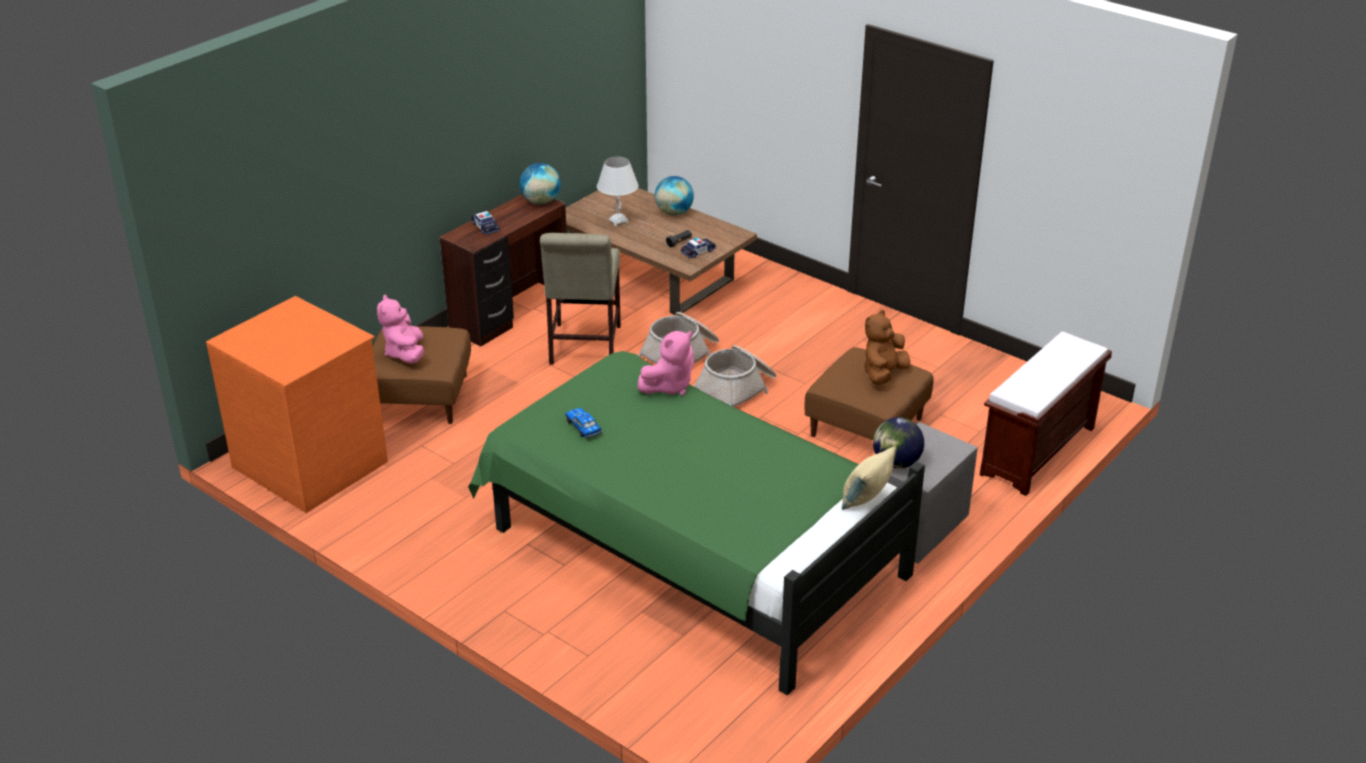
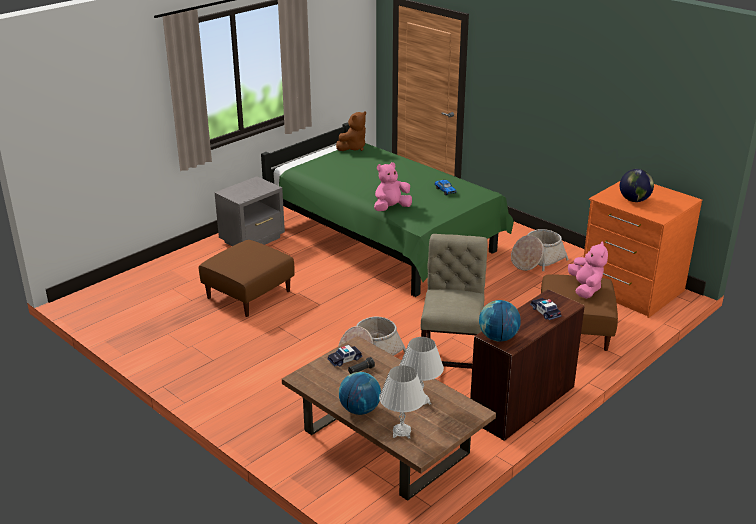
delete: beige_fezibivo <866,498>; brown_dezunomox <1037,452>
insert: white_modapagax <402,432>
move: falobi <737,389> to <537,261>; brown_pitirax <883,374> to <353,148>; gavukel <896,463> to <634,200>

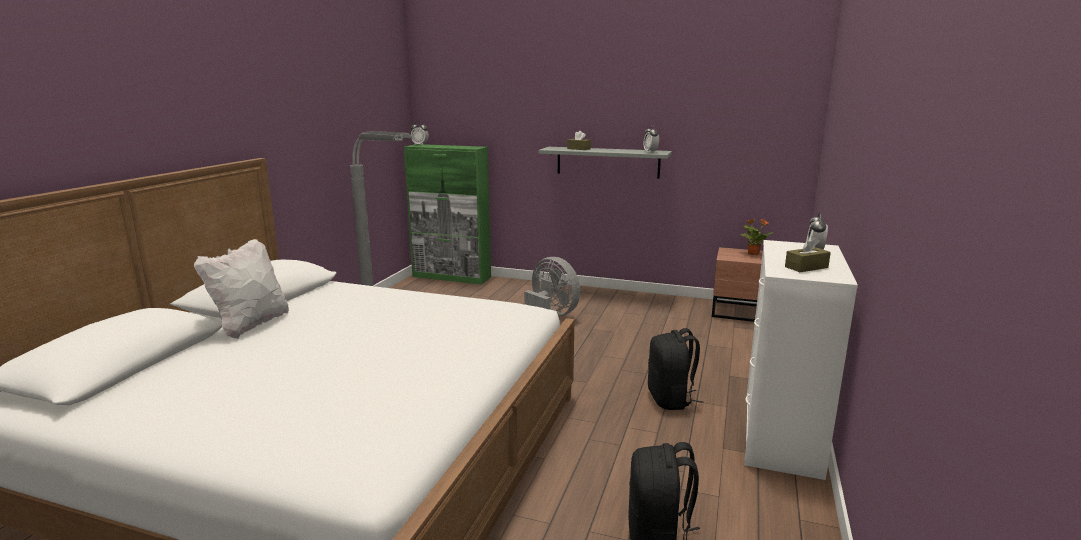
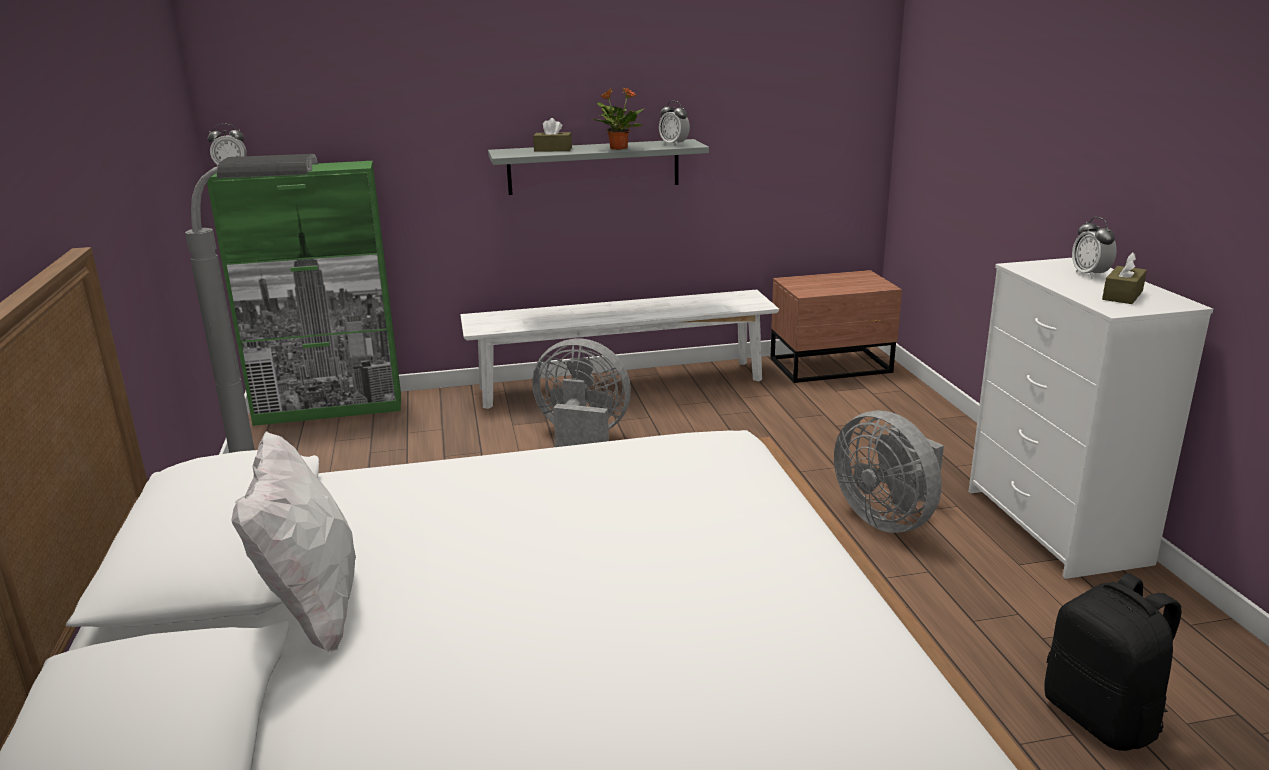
insert: white_dezunomox <621,384>
move: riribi <753,253> to <618,148>
replace: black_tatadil <671,399> to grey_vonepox <888,519>

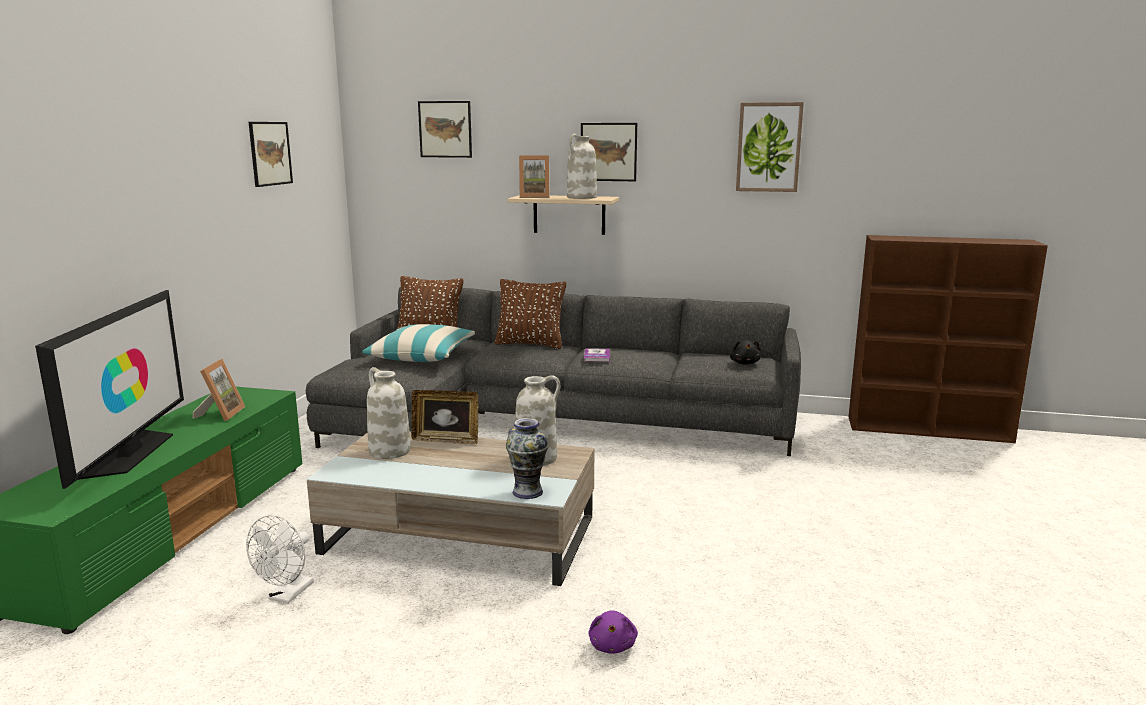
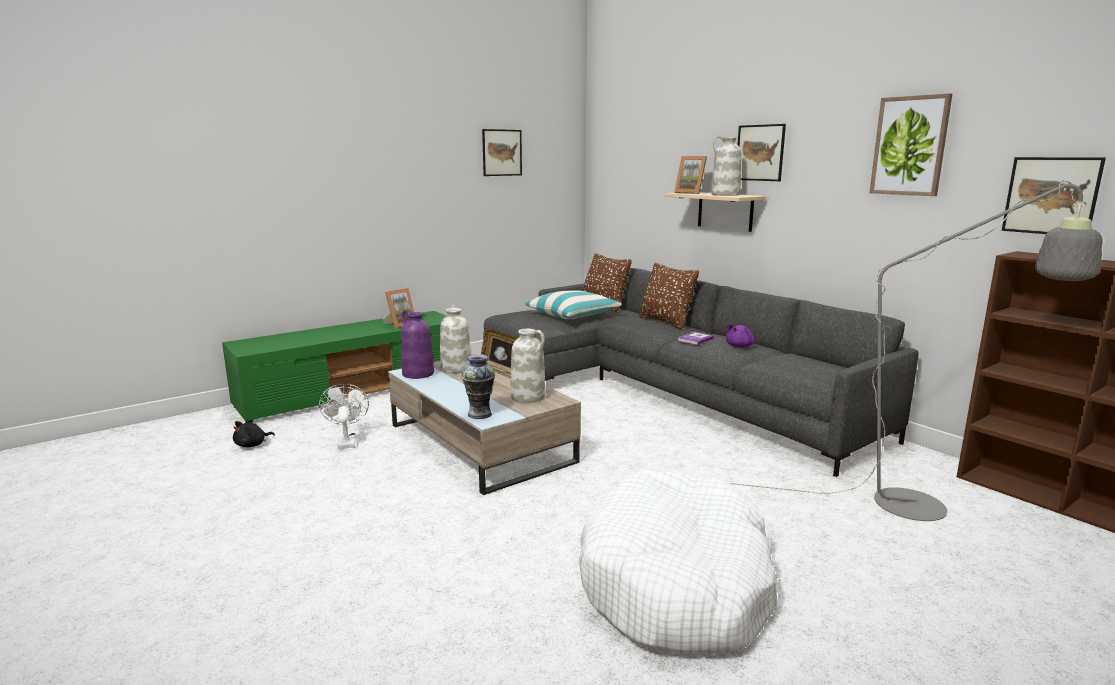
delete: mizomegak <130,453>
insert: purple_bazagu <417,374>; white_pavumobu <677,582>; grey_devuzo <929,506>
move: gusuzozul <445,129> to <1051,196>; purple_pitirax <613,645> to <740,346>; black_pitirax <745,363> to <252,445>
rotate: white_vonepox <287,595> = <346,441> 105 degrees clockwise

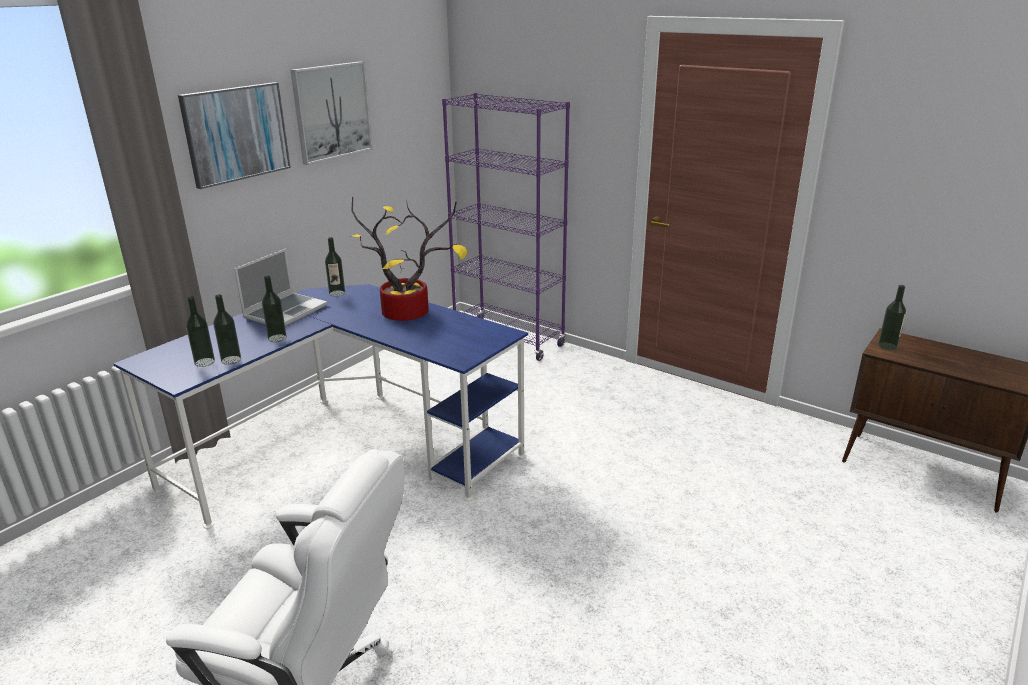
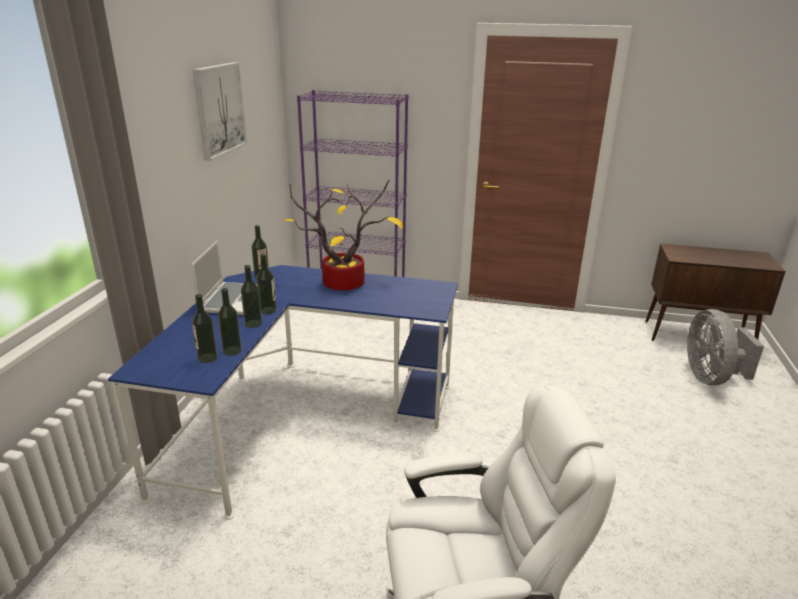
delete: gusuzozul <236,133>
insert: grey_vonepox <710,377>
move: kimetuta <887,346> to <268,310>

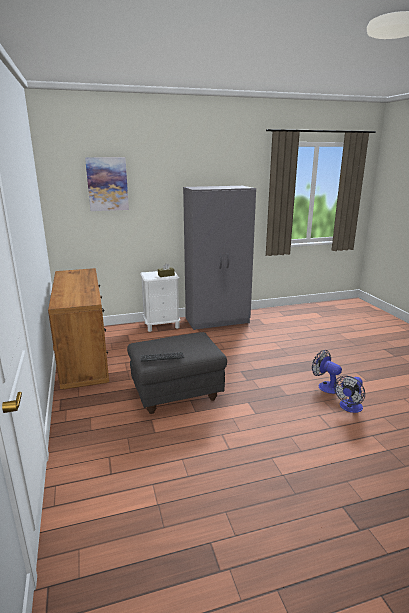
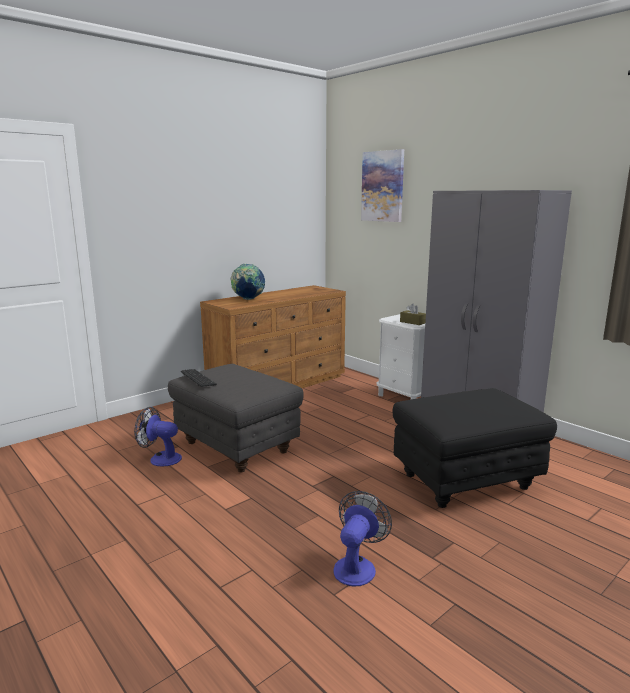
insert: gavukel <248,299>; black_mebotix <465,481>
move: vonepox <349,408> to <160,458>

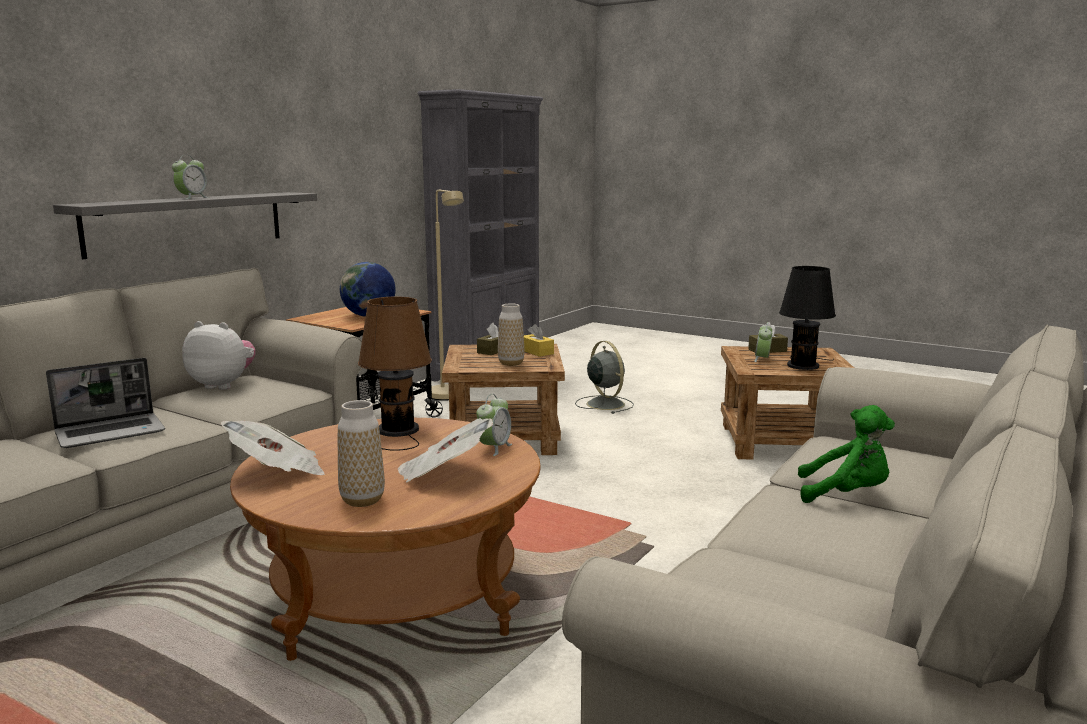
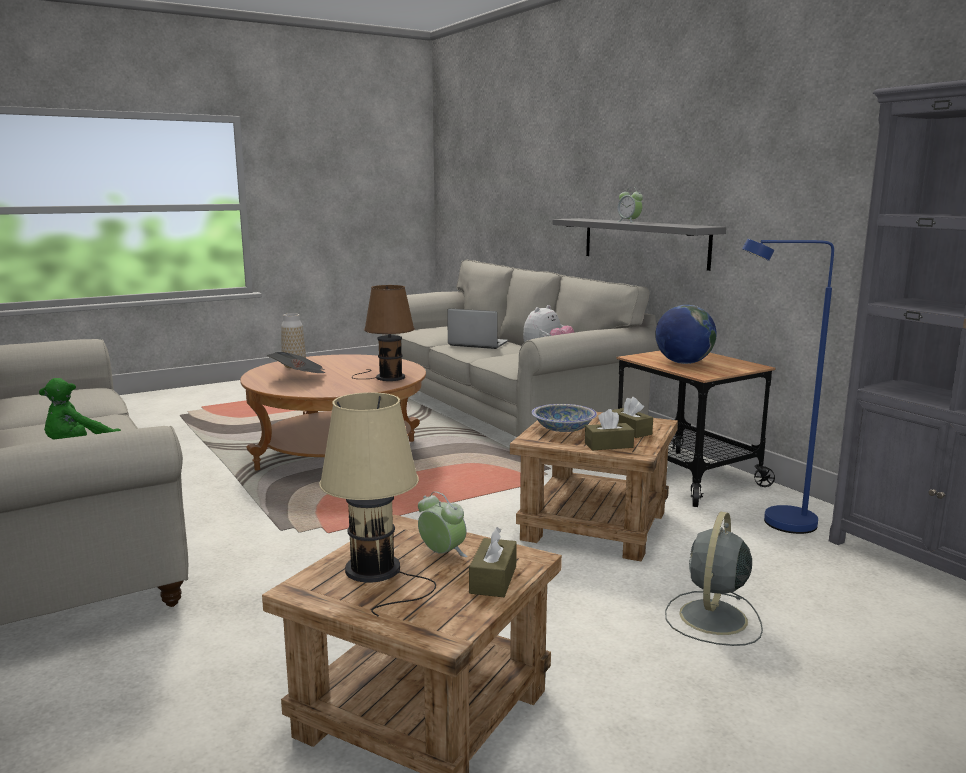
delete: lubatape <278,472>; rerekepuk <494,448>
replace: bazagu <511,363> to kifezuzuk <563,429>
recolor: beige_devuzo <448,398> to blue_devuzo <775,523>; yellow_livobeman <537,352> to brown_livobeman <608,445>; black_modapagax <803,365> to beige_modapagax <376,572>
rotate: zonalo <111,432> = <477,344> 120 degrees clockwise; grey_vonepox <604,404> = <712,619> 120 degrees clockwise

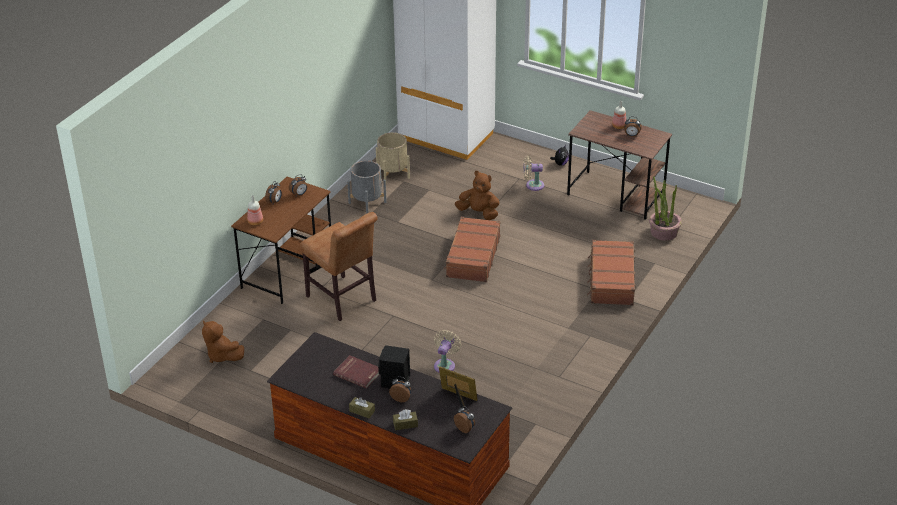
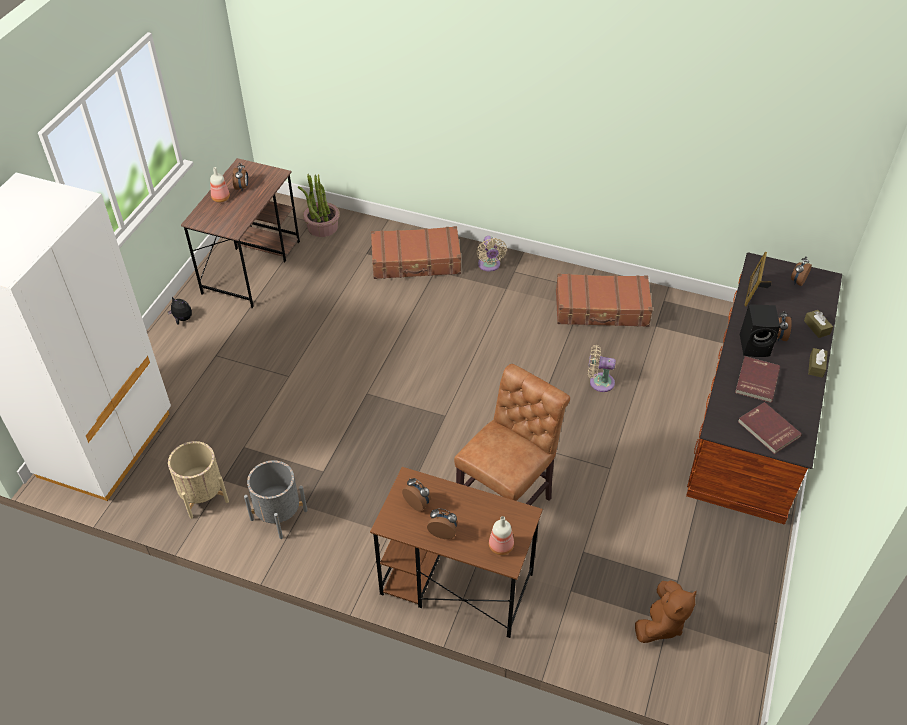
delete: brown_pitirax <479,213>
insert: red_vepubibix <768,429>
move: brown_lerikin <472,257> to <602,309>; beige_vonepox <532,185> to <489,265>

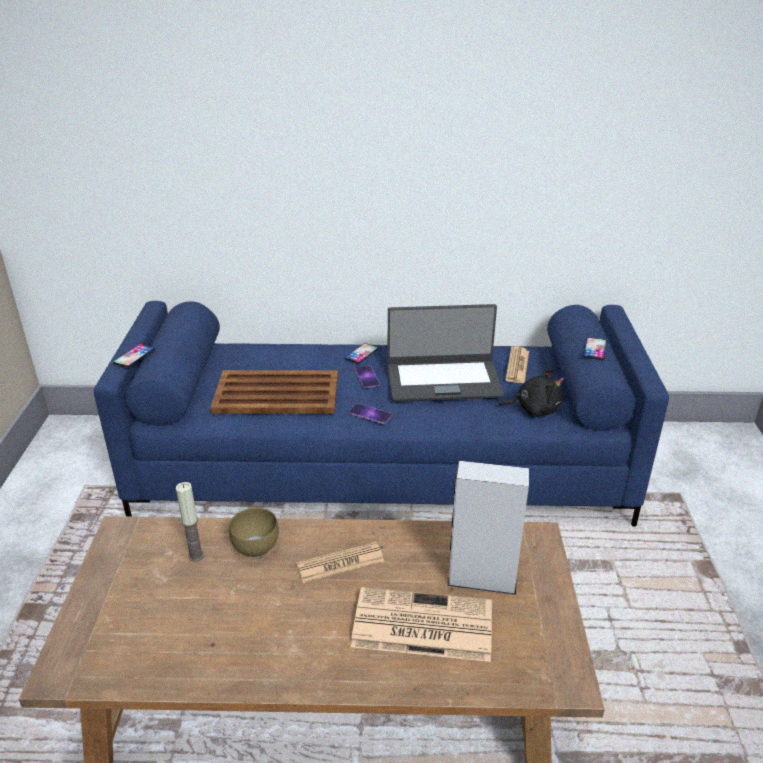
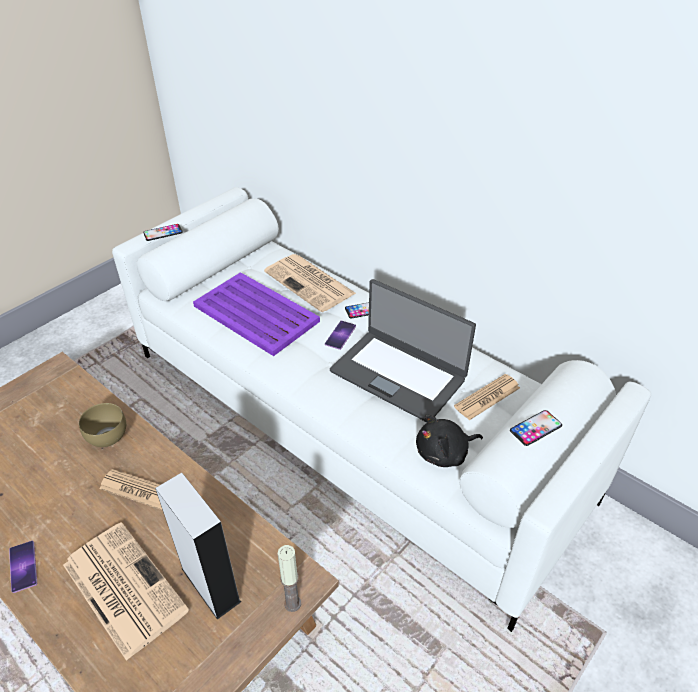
insert: lubatape <311,283>
move: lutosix <196,556> to <292,603>; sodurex <370,414> to <23,566>
recolor: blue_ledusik <383,469> to white_ledusik <351,423>; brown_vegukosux <278,394> to purple_vegukosux <256,314>
rotate: black_pitirax <534,409> = <444,453> 120 degrees clockwise

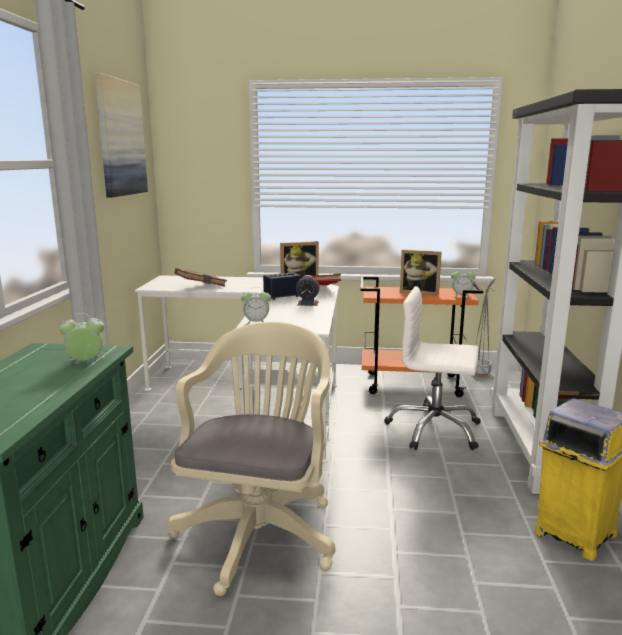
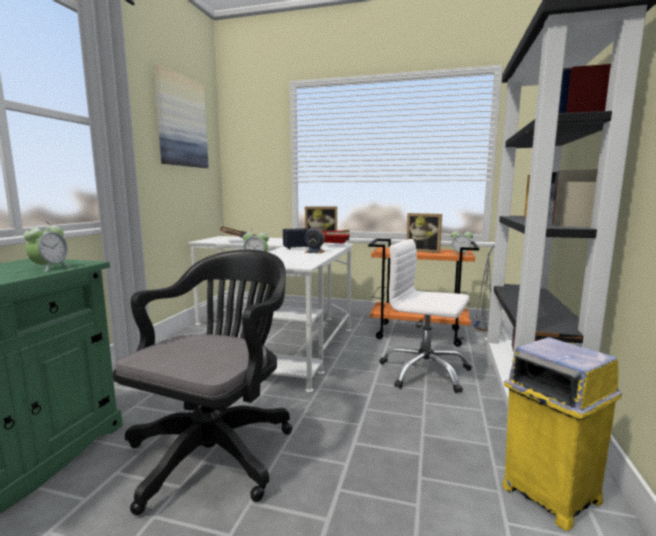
recolor: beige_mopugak <260,530> to black_mopugak <216,449>
rotate: rerekepuk <86,361> = <50,268> 105 degrees clockwise

